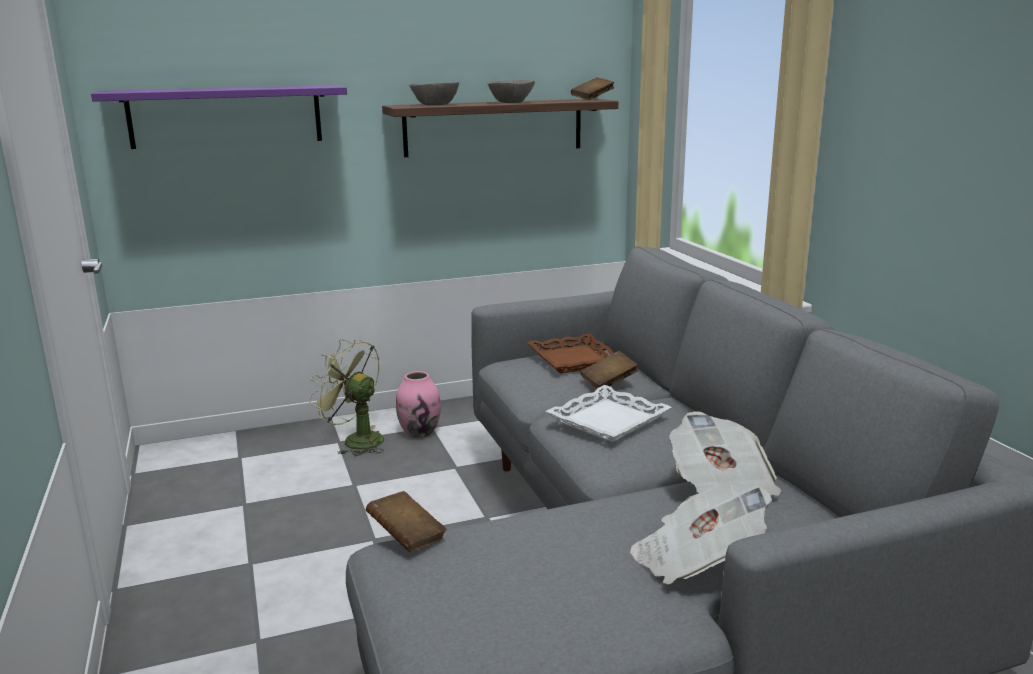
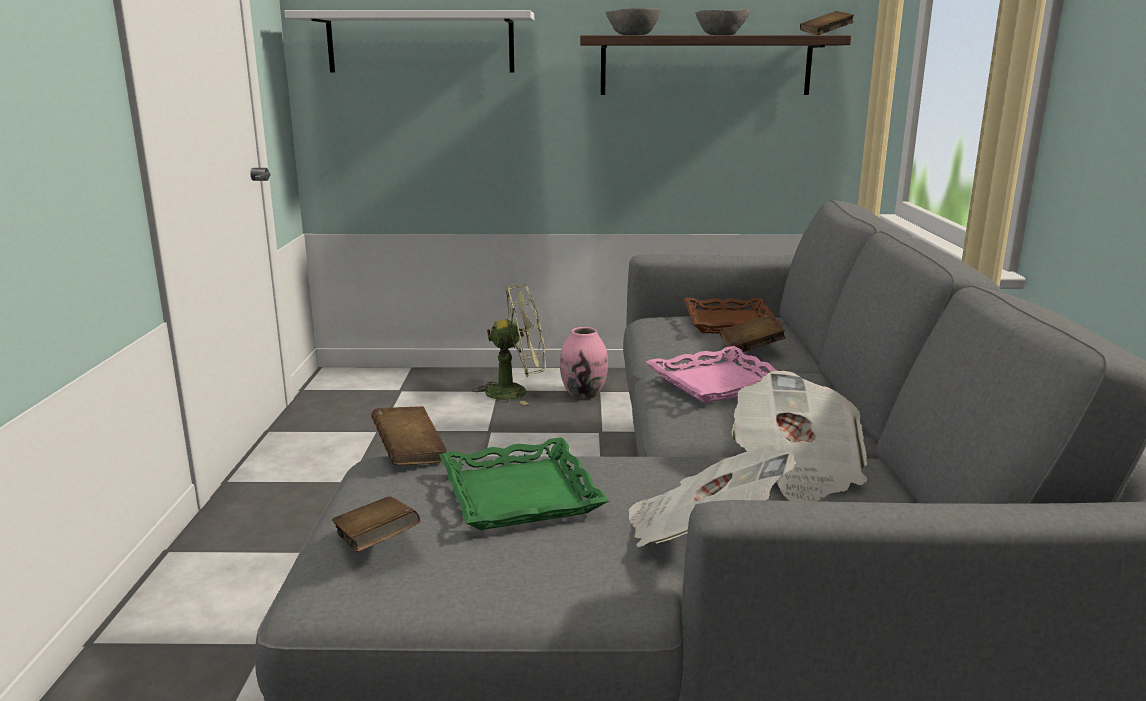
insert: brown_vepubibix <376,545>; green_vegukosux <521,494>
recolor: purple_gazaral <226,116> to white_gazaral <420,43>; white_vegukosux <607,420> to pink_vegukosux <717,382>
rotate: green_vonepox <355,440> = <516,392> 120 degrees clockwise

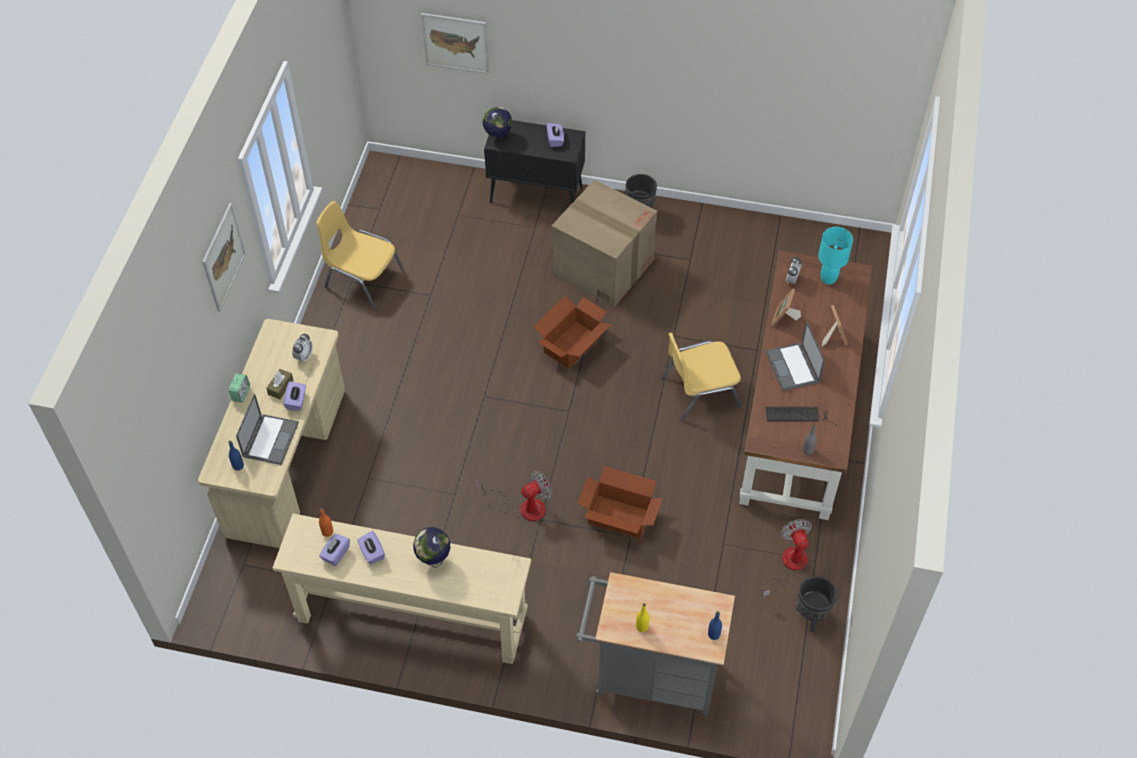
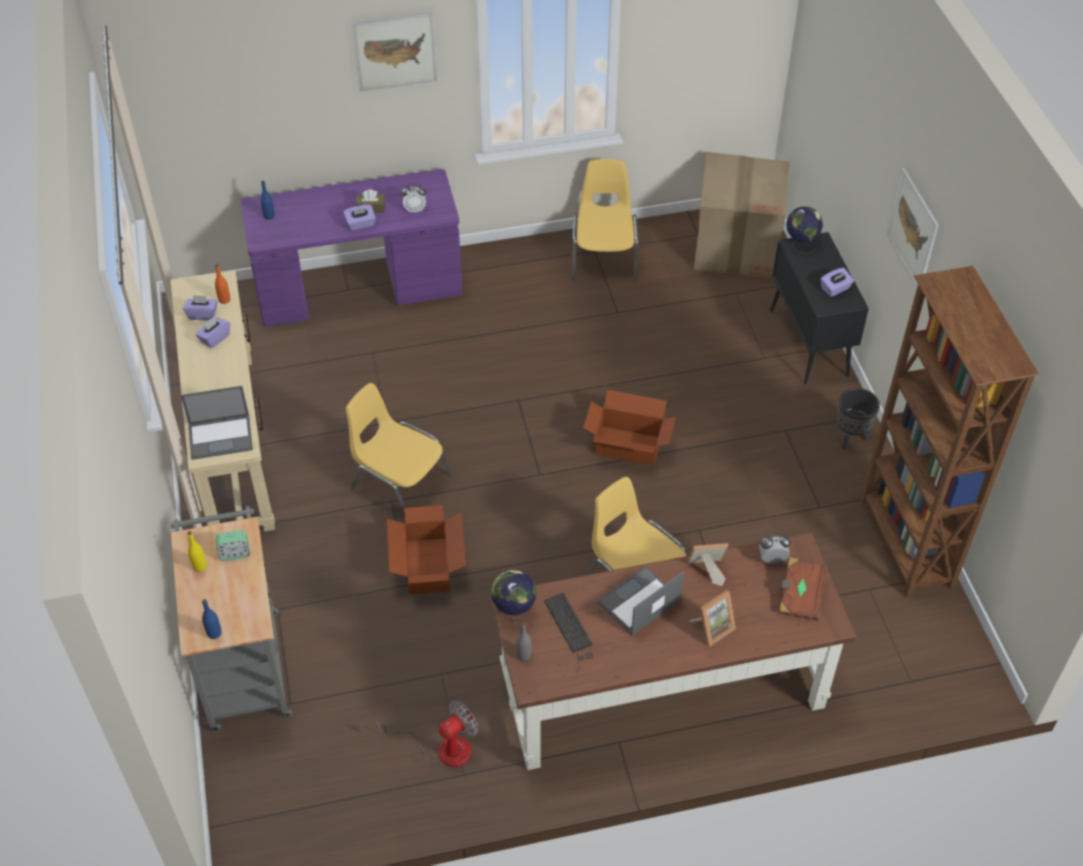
delete: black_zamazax <811,617>
insert: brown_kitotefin <905,544>
move: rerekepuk <241,394> to <235,553>; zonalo <270,439> to <221,436>; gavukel <434,559> to <514,612>; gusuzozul <455,43> to <912,229>; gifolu <602,267> to <737,245>
replace: vonepox <523,507> to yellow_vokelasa <399,481>; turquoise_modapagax <828,279> to brown_vepubibix <799,596>
recolor: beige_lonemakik <286,462> to purple_lonemakik <359,290>

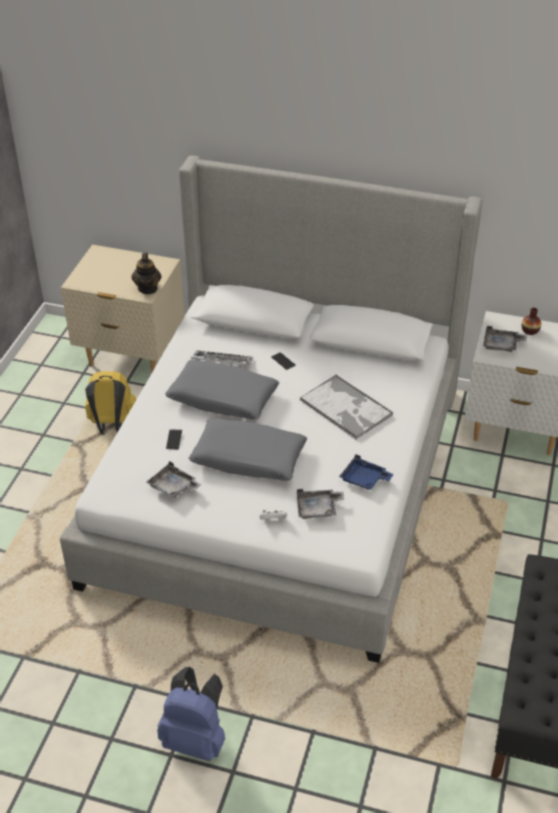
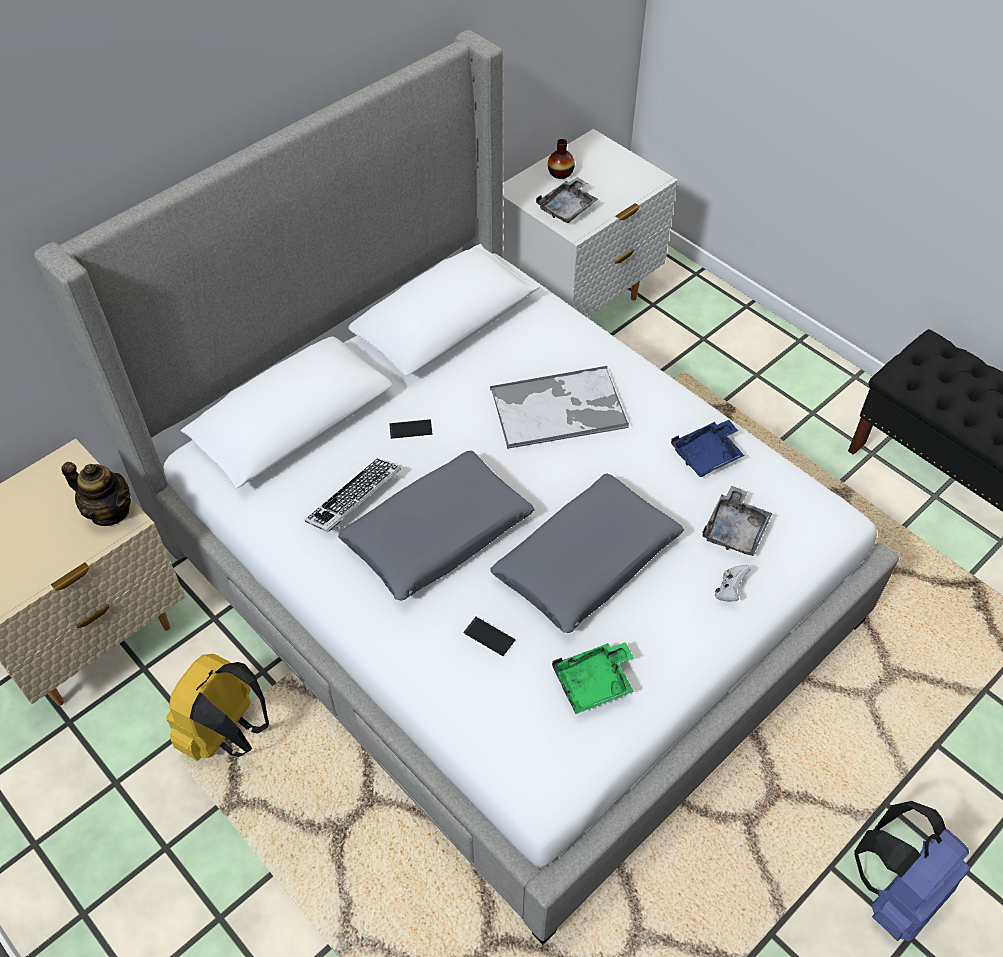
recolor: grey_vegukosux <173,487> to green_vegukosux <594,683>

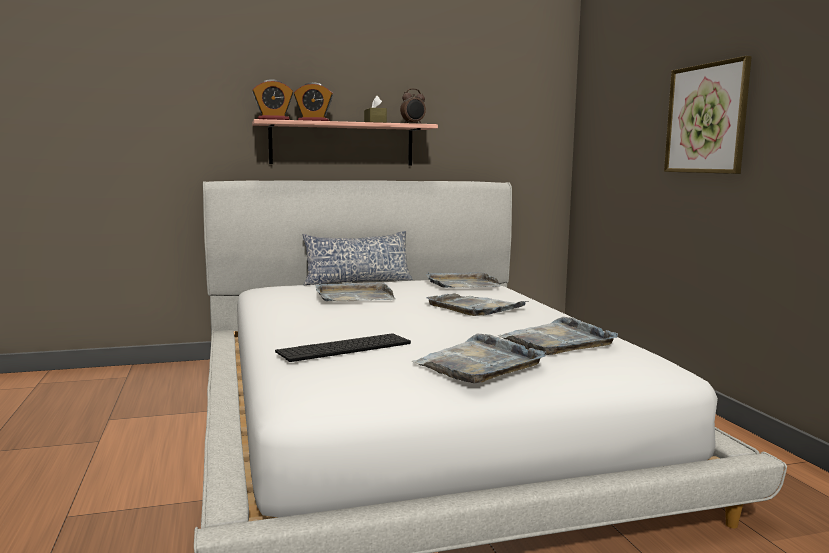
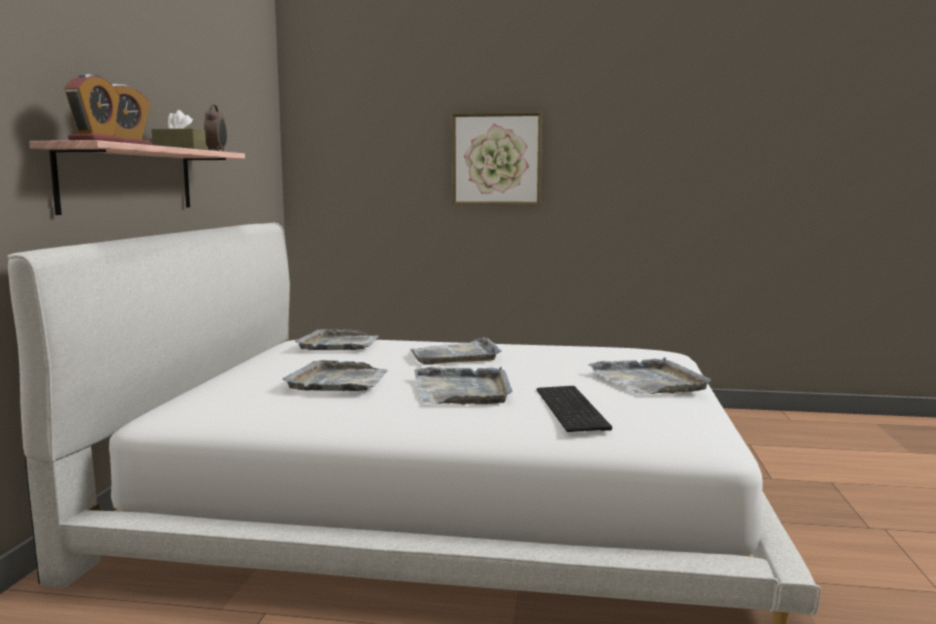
delete: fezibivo <357,281>
move: grey_vegukosux <557,341> to <463,390>

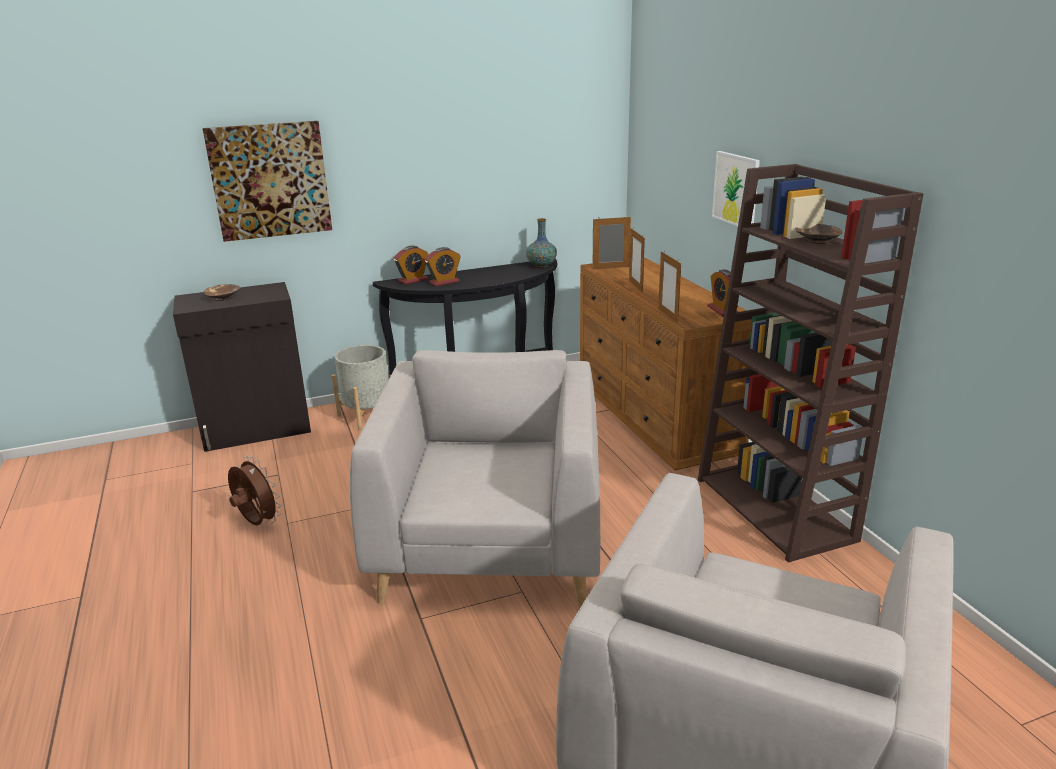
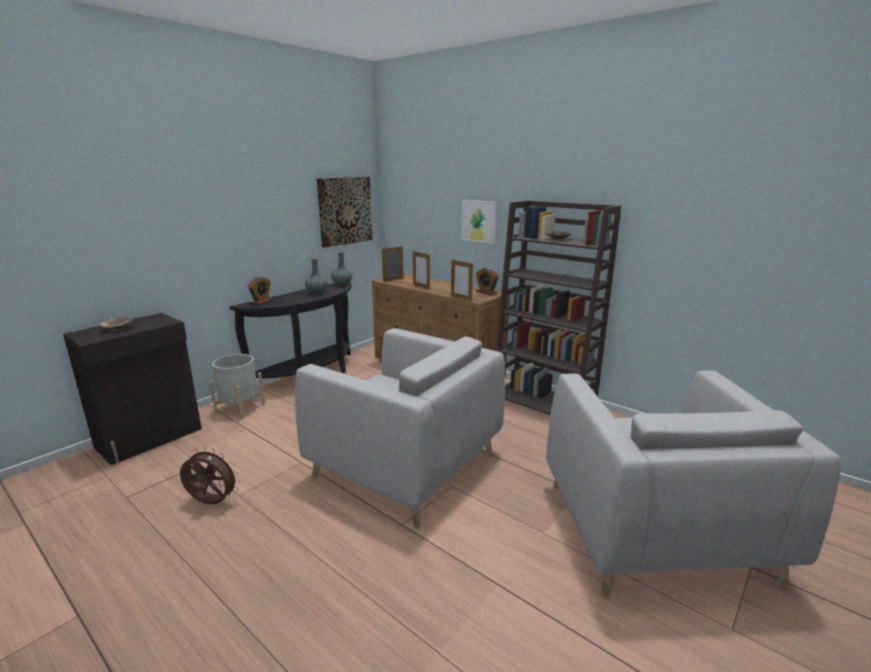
delete: rerekepuk <444,282>
insert: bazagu <316,292>
move: gusuzozul <270,180> to <344,211>
rotate: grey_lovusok <490,545> = <406,465> 150 degrees clockwise

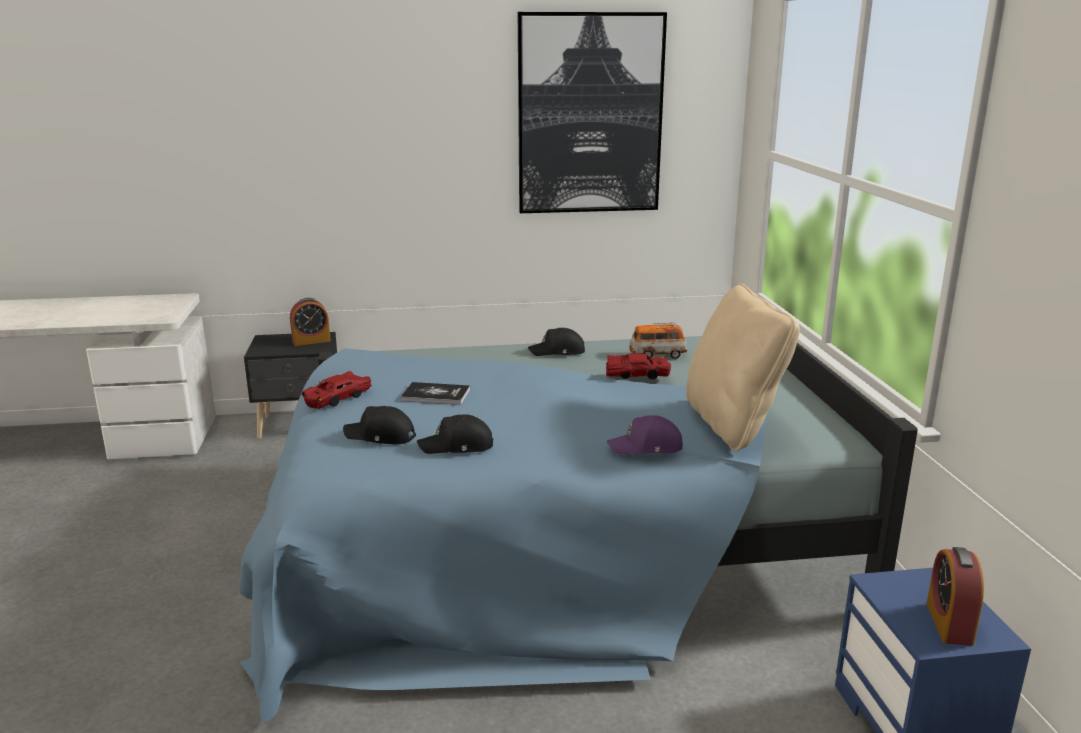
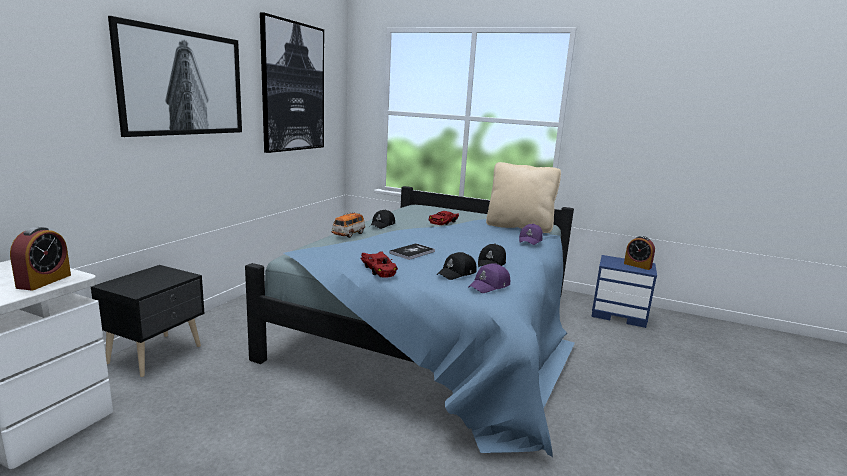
insert: gusuzozul <184,83>; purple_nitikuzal <490,286>
move: rerekepuk <311,341> to <44,281>; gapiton <657,355> to <348,234>

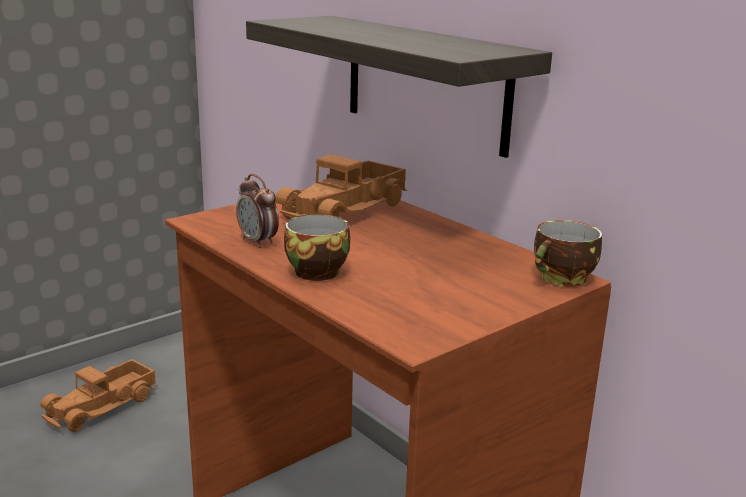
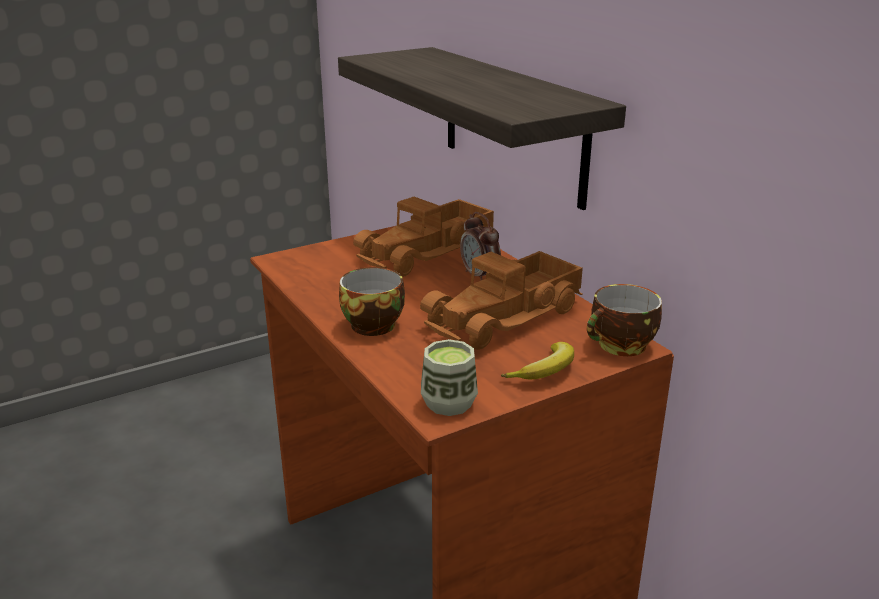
insert: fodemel <449,403>; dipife <545,371>
move: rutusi <102,406> to <506,317>; rerekepuk <258,242> to <479,276>

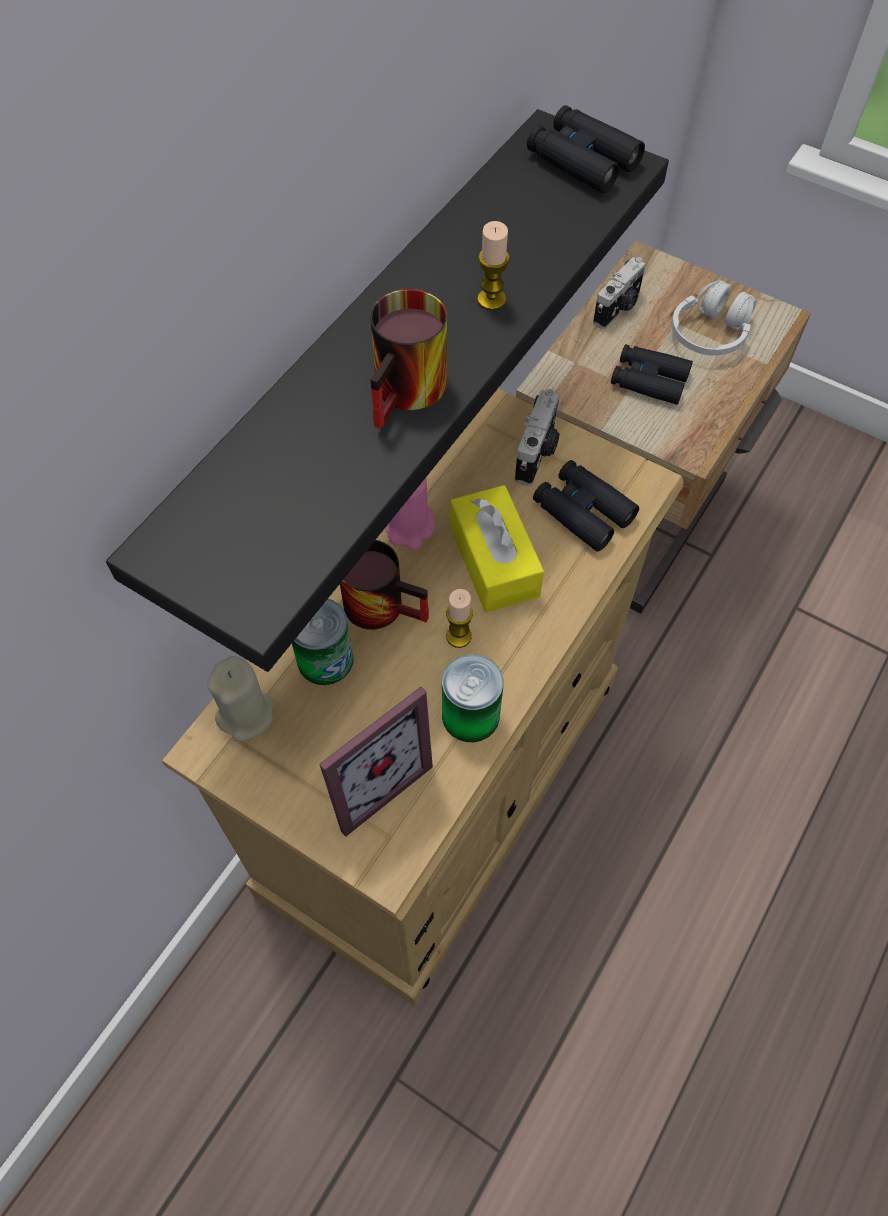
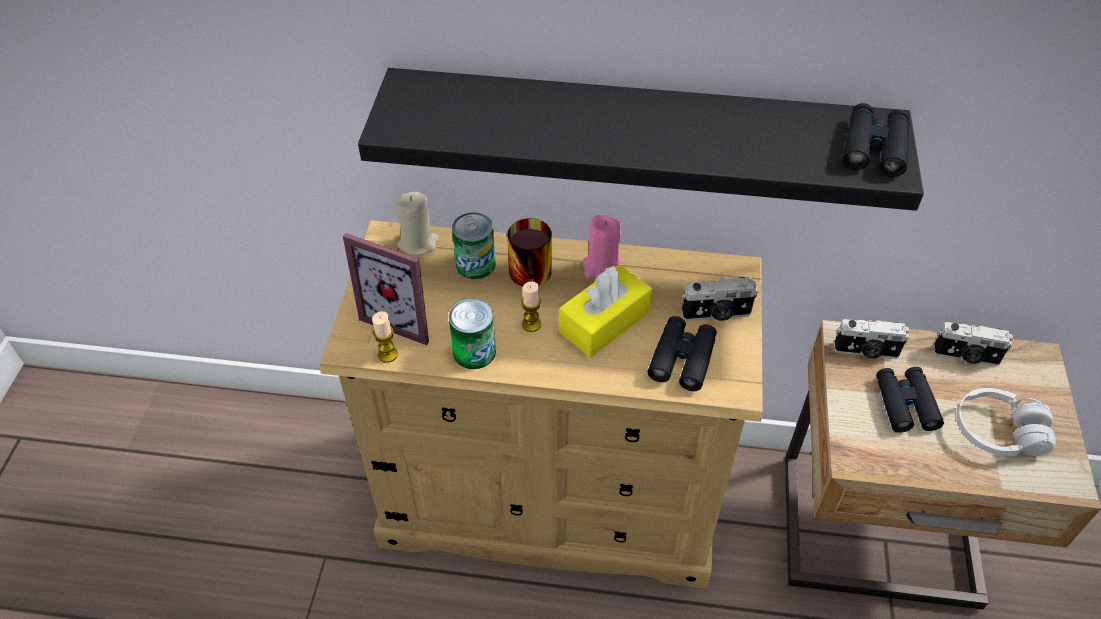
delete: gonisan <411,394>
insert: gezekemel <866,352>
move: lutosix <491,300> to <388,354>

